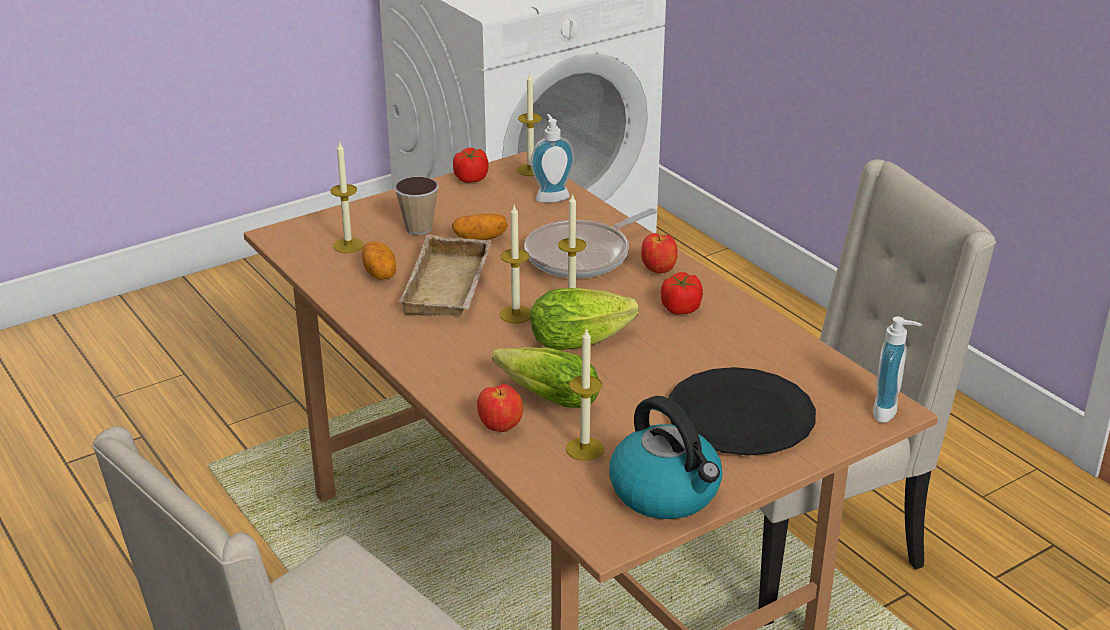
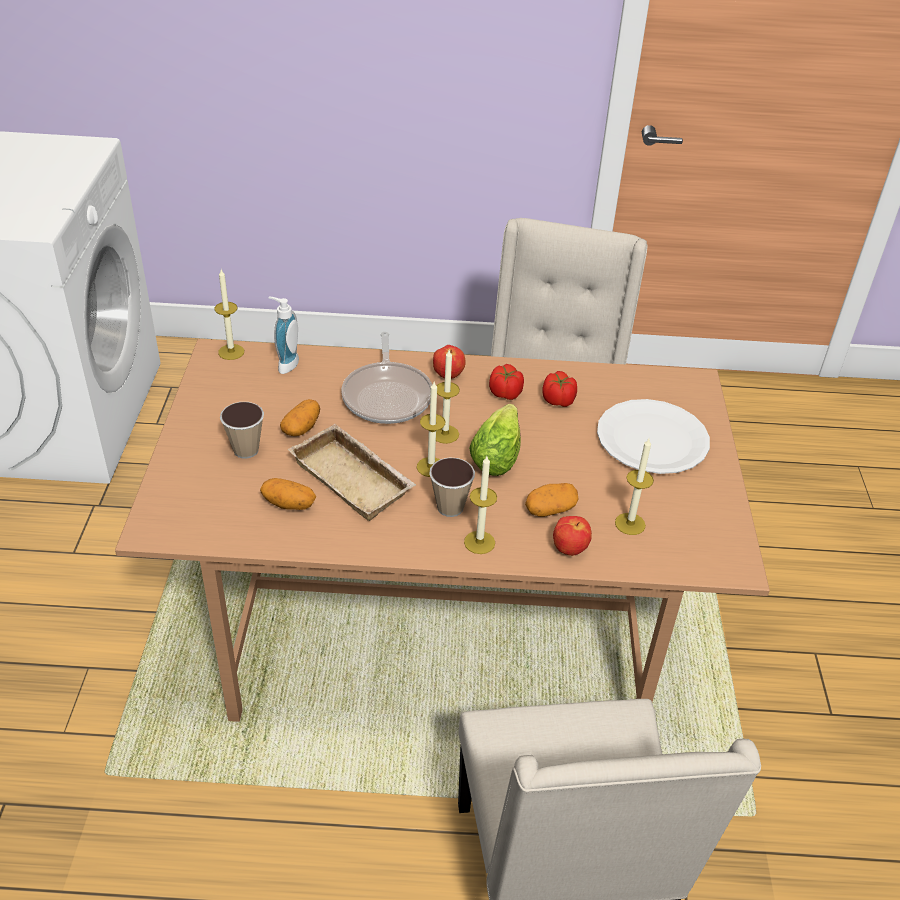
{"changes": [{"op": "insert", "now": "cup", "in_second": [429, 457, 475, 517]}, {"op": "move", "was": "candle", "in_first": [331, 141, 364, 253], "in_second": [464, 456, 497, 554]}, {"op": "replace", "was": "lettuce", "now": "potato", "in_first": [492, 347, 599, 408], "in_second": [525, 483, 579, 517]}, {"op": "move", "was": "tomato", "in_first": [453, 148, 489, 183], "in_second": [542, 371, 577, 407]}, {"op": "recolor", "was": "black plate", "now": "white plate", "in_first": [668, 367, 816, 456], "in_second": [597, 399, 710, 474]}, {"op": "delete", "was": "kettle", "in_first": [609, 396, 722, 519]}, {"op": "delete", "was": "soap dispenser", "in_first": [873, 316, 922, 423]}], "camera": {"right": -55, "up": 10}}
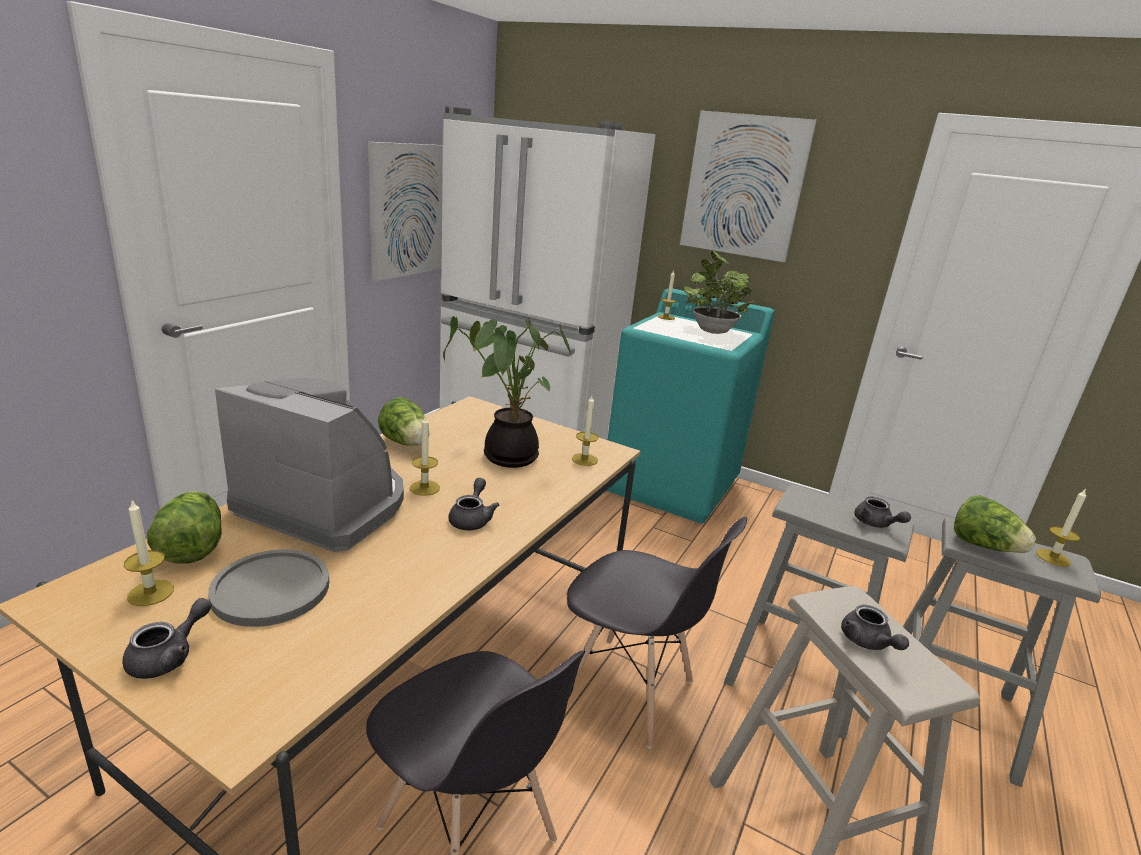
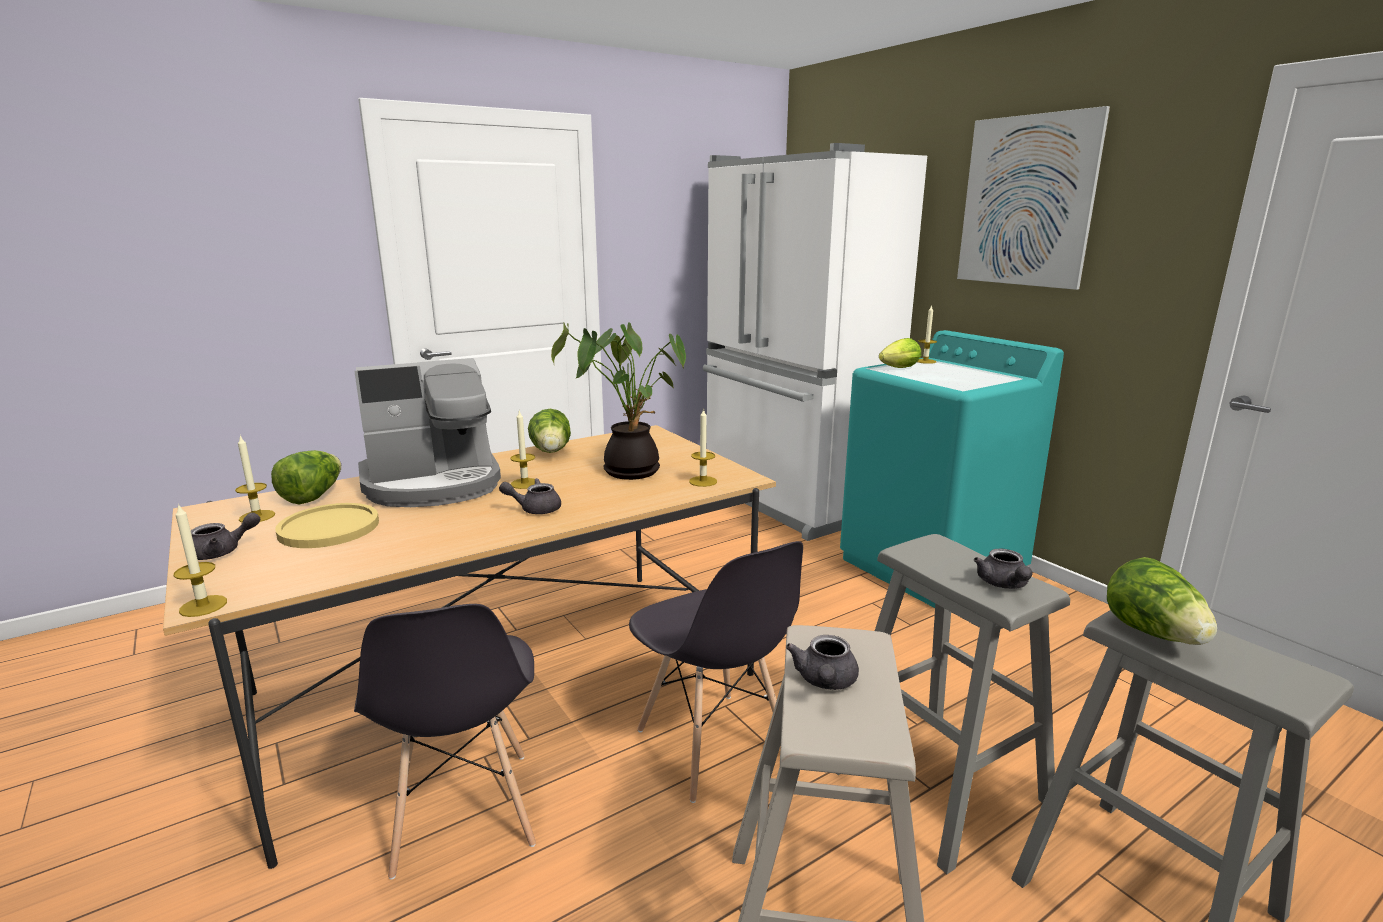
{"changes": [{"op": "move", "was": "candle", "in_first": [1036, 488, 1086, 567], "in_second": [173, 503, 227, 617]}, {"op": "recolor", "was": "grey plate", "now": "yellow plate", "in_first": [208, 549, 329, 627], "in_second": [275, 503, 379, 548]}, {"op": "rotate", "was": "coffee machine", "in_first": [215, 378, 404, 552], "in_second": [354, 358, 501, 507], "clockwise": 105}, {"op": "rotate", "was": "grey teapot", "in_first": [448, 478, 499, 530], "in_second": [499, 478, 561, 514], "clockwise": -135}, {"op": "insert", "now": "lettuce", "in_second": [879, 338, 921, 368]}, {"op": "delete", "was": "picture", "in_first": [368, 142, 443, 282]}, {"op": "delete", "was": "potted plant", "in_first": [684, 251, 755, 334]}], "camera": {"right": 30, "up": -5}}
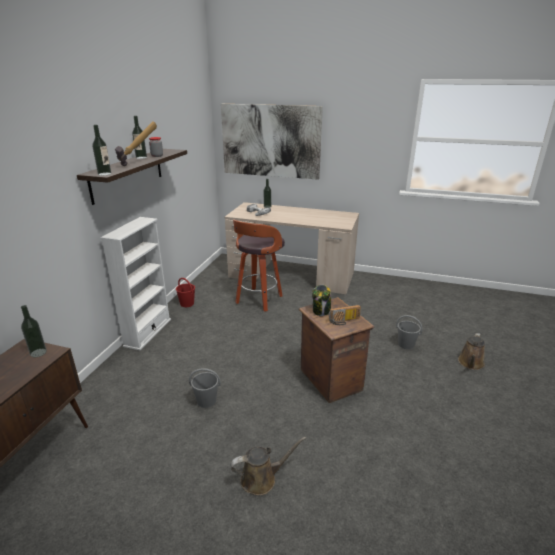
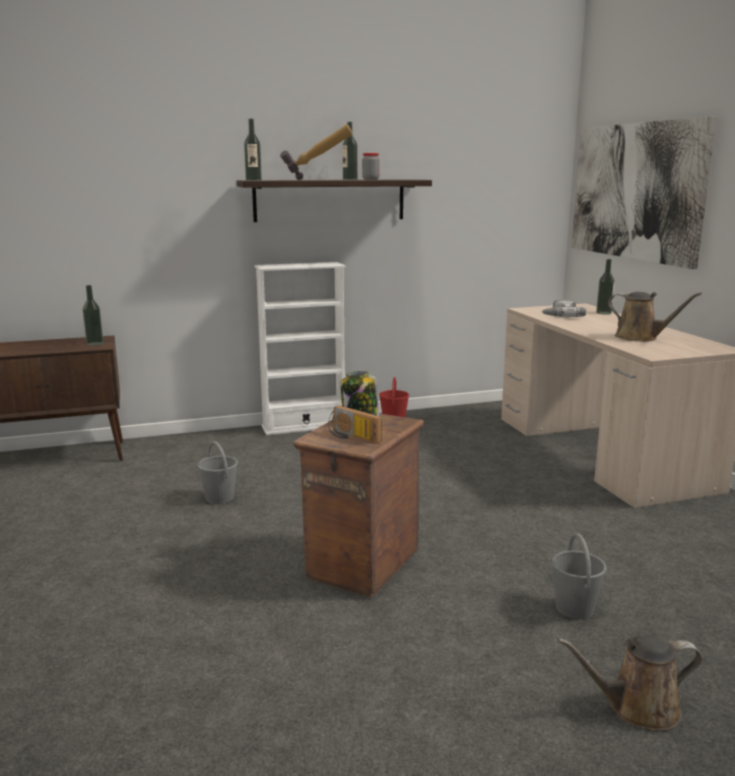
{"changes": [{"op": "move", "was": "brown watering can", "in_first": [231, 437, 306, 495], "in_second": [608, 292, 702, 342]}, {"op": "delete", "was": "stool", "in_first": [233, 219, 285, 312]}], "camera": {"right": 55, "up": -10}}
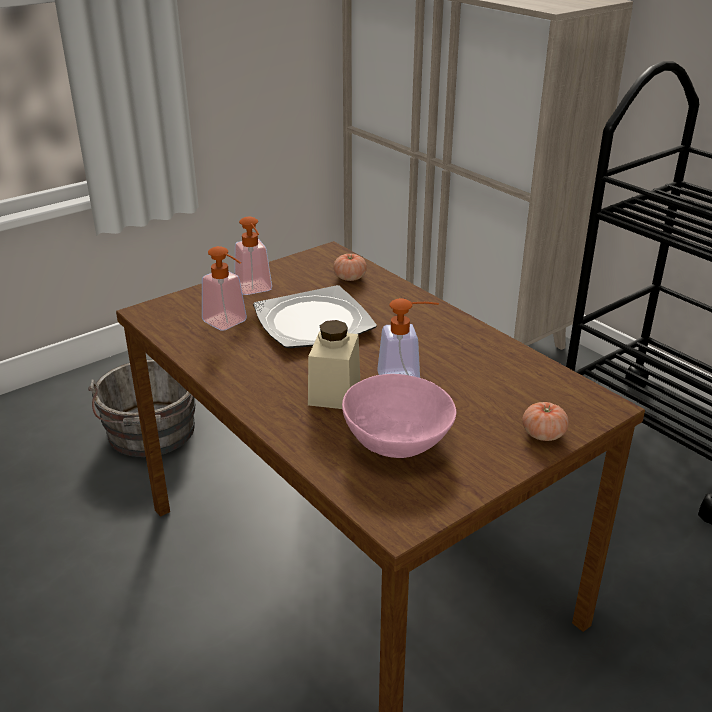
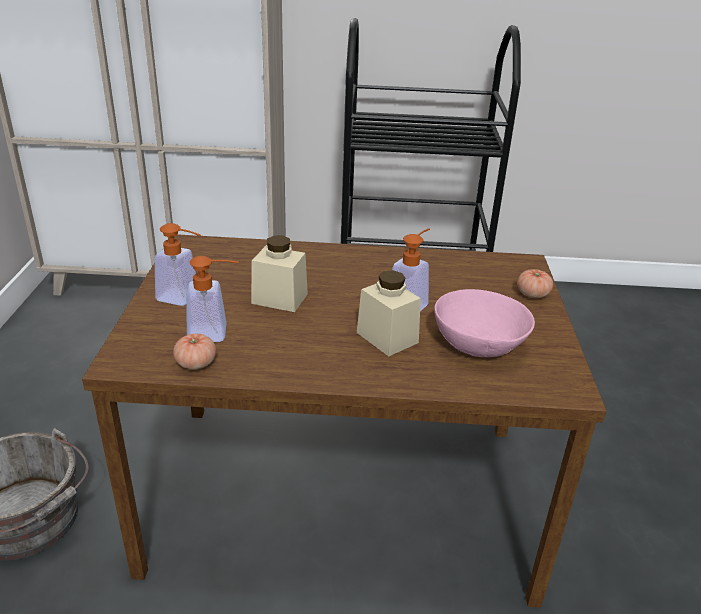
{"changes": [{"op": "move", "was": "tomato", "in_first": [333, 254, 367, 281], "in_second": [173, 334, 216, 370]}, {"op": "replace", "was": "plate", "now": "beige jar", "in_first": [253, 285, 377, 348], "in_second": [251, 236, 308, 312]}], "camera": {"right": -50, "up": 0}}
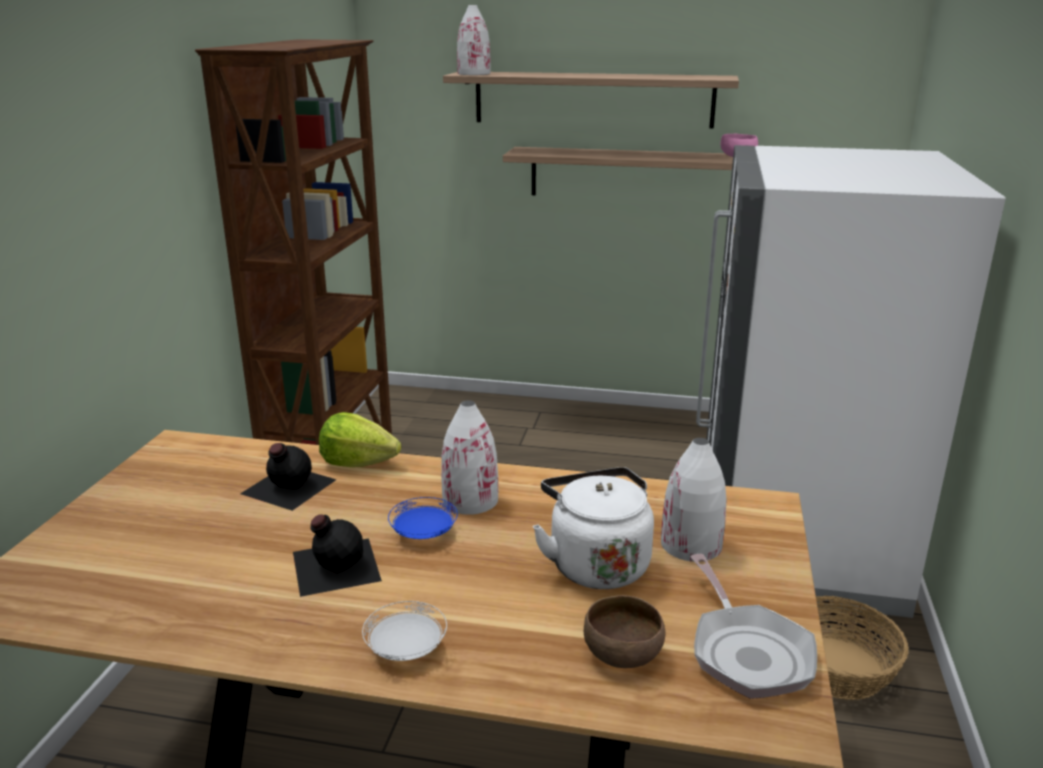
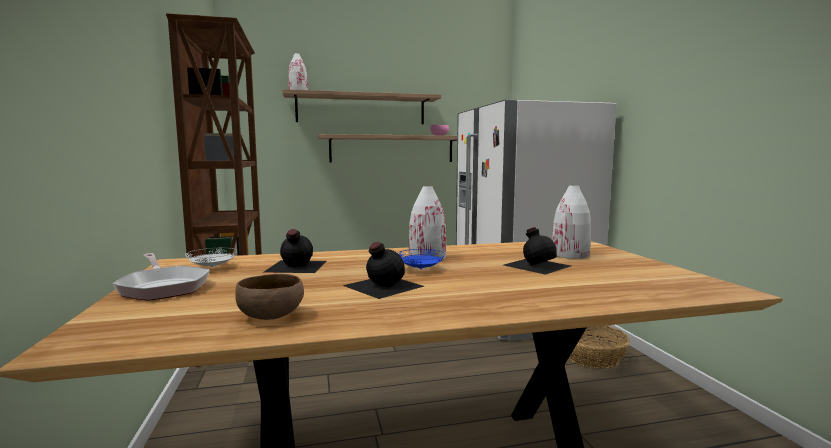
{"changes": [{"op": "move", "was": "frying pan", "in_first": [690, 554, 817, 699], "in_second": [112, 253, 210, 301]}, {"op": "move", "was": "white plate", "in_first": [362, 601, 447, 661], "in_second": [185, 248, 237, 268]}, {"op": "move", "was": "brown bowl", "in_first": [584, 595, 666, 668], "in_second": [235, 274, 304, 320]}, {"op": "replace", "was": "white kettle", "now": "black bottle", "in_first": [533, 467, 654, 589], "in_second": [504, 227, 571, 275]}, {"op": "delete", "was": "lettuce", "in_first": [319, 412, 401, 467]}], "camera": {"right": -25, "up": -15}}
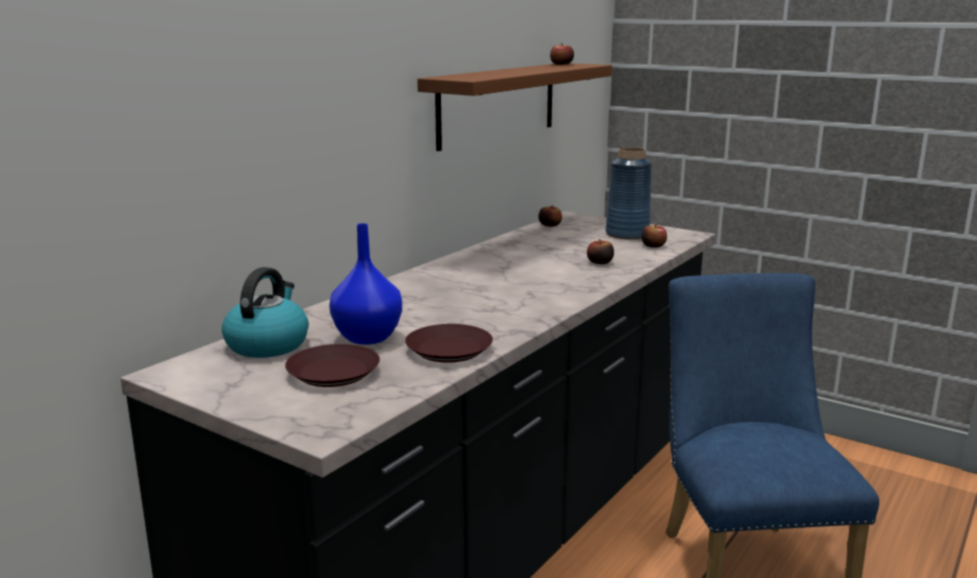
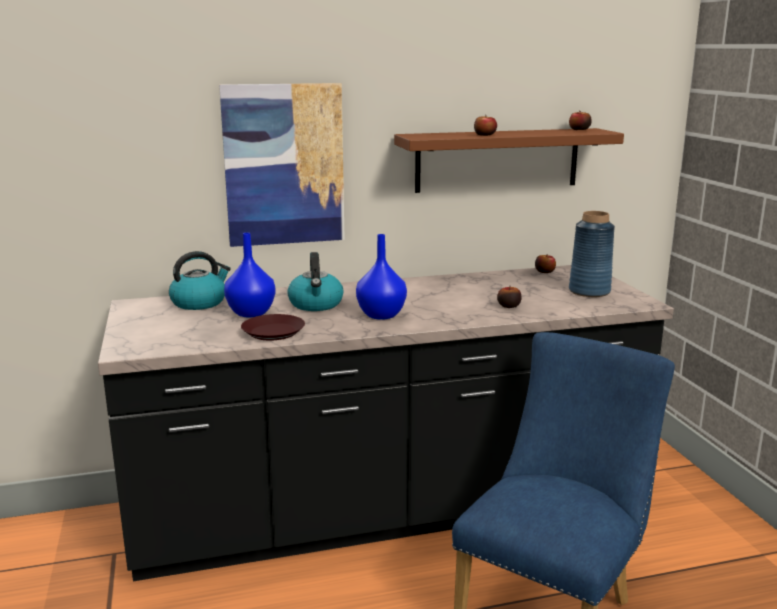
{"changes": [{"op": "insert", "now": "picture", "in_second": [219, 83, 345, 247]}, {"op": "insert", "now": "kettle", "in_second": [287, 252, 344, 311]}, {"op": "insert", "now": "blue vase", "in_second": [356, 234, 407, 320]}, {"op": "move", "was": "apple", "in_first": [641, 225, 667, 248], "in_second": [474, 115, 497, 136]}, {"op": "delete", "was": "brown plate", "in_first": [285, 344, 380, 387]}], "camera": {"right": 40, "up": 0}}
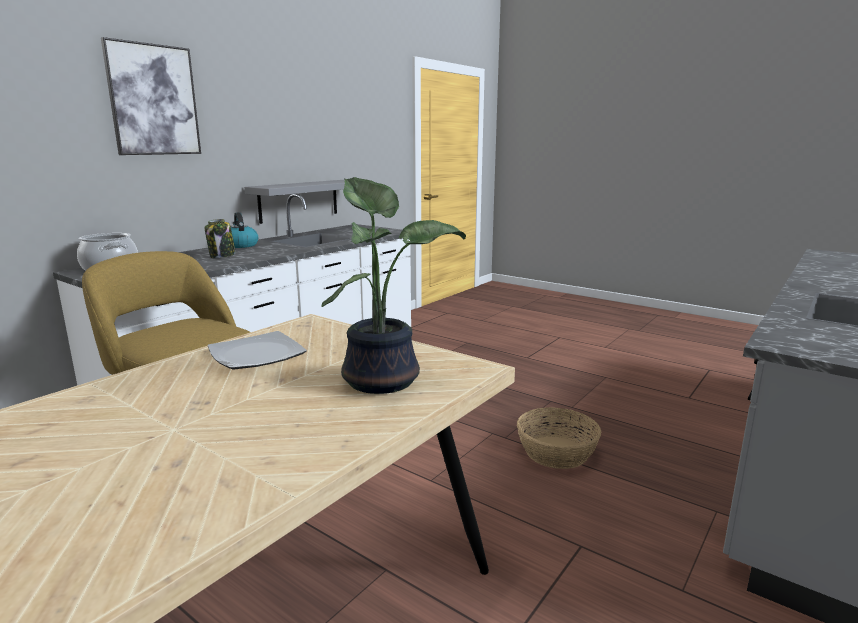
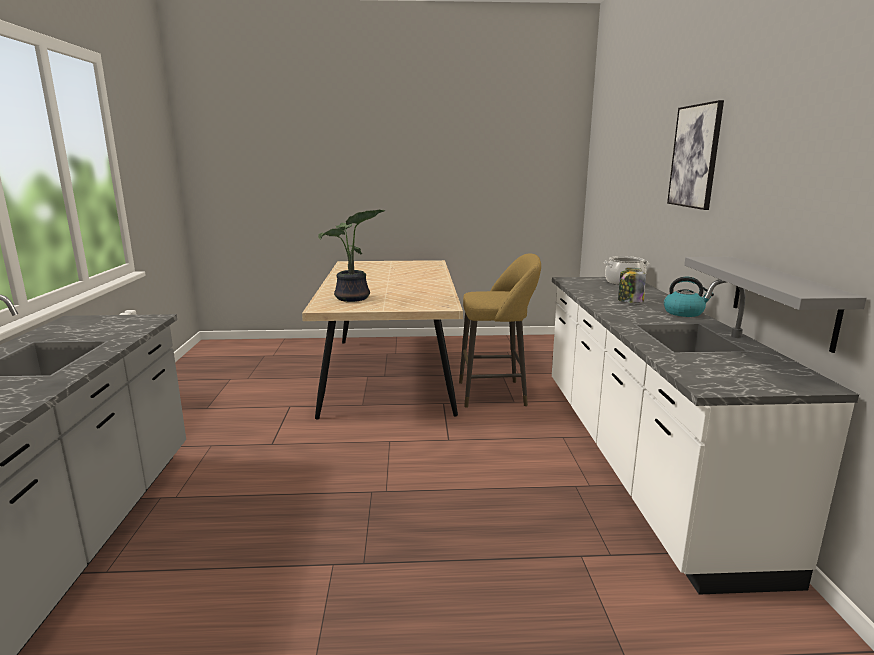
{"changes": [{"op": "delete", "was": "plate", "in_first": [208, 331, 307, 369]}, {"op": "delete", "was": "basket", "in_first": [517, 407, 602, 469]}], "camera": {"right": 140, "up": 0}}
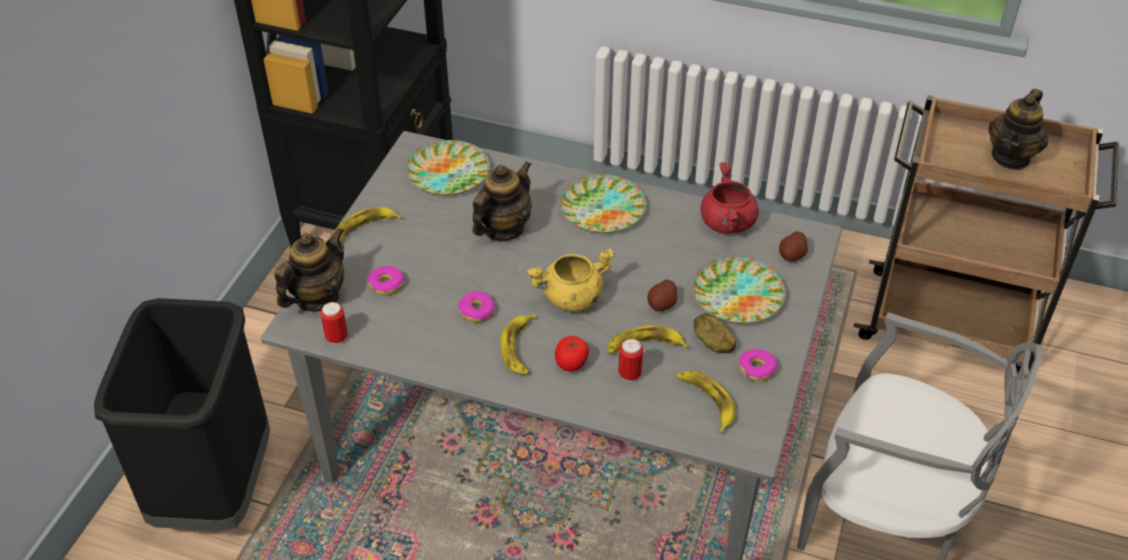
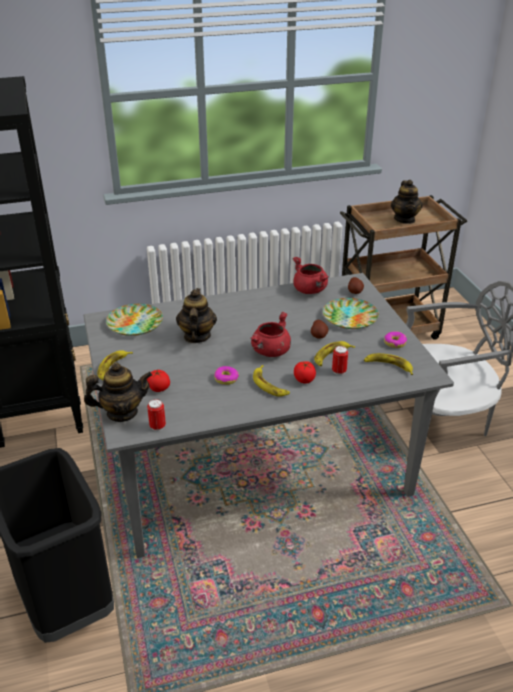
{"changes": [{"op": "rotate", "was": "teapot", "in_first": [275, 227, 344, 312], "in_second": [84, 363, 152, 422], "clockwise": 75}, {"op": "replace", "was": "donut", "now": "tomato", "in_first": [368, 266, 405, 295], "in_second": [147, 370, 170, 392]}, {"op": "recolor", "was": "yellow cooking pot", "now": "red cooking pot", "in_first": [527, 248, 615, 312], "in_second": [250, 312, 291, 357]}, {"op": "delete", "was": "plate", "in_first": [560, 174, 646, 233]}, {"op": "delete", "was": "potato", "in_first": [693, 313, 736, 353]}], "camera": {"right": -35, "up": -10}}
